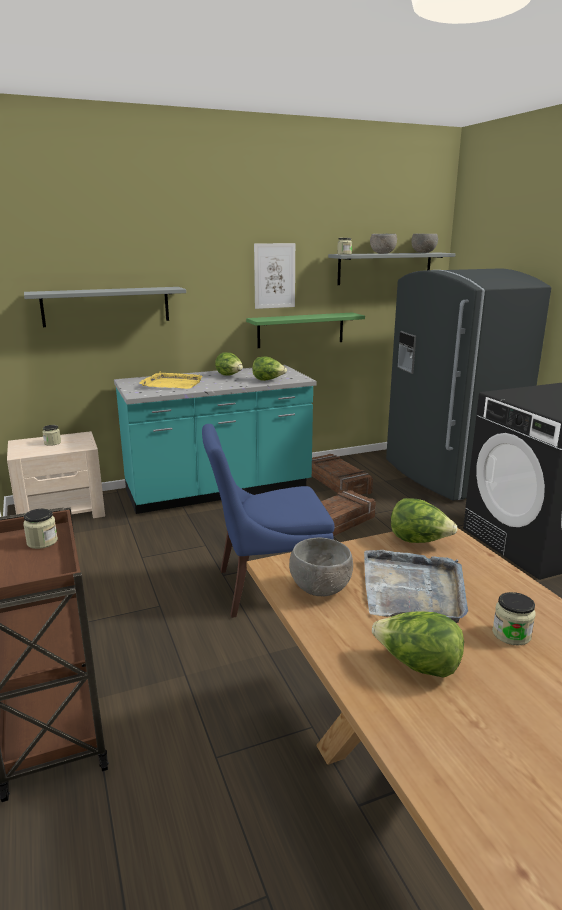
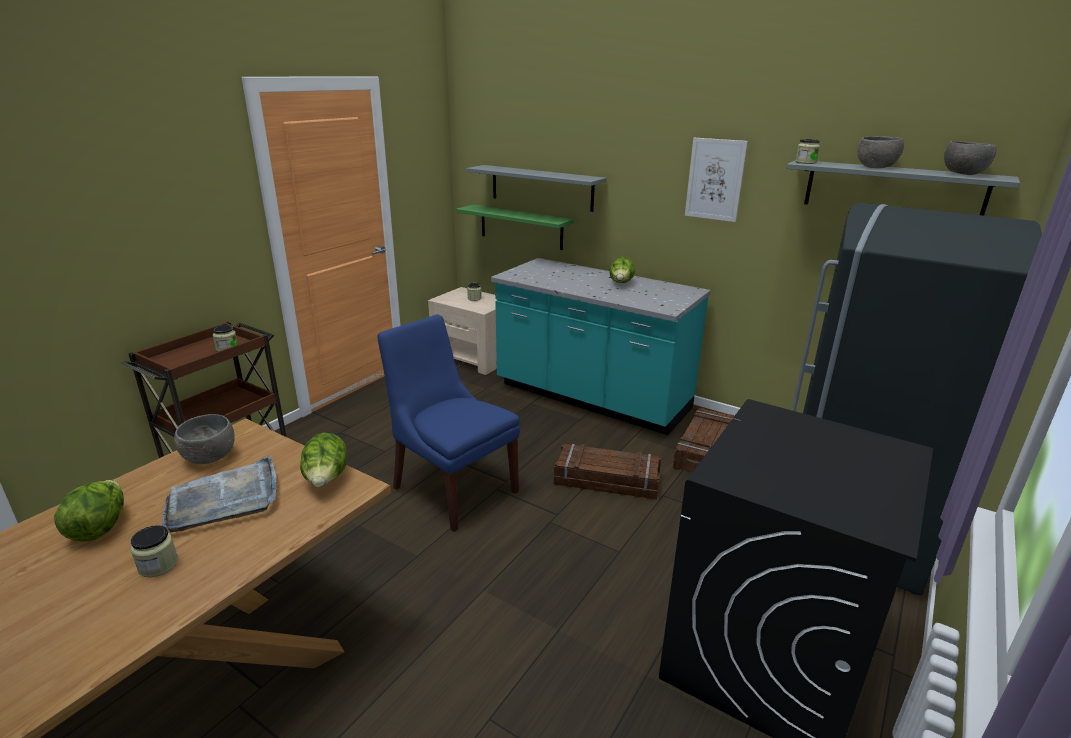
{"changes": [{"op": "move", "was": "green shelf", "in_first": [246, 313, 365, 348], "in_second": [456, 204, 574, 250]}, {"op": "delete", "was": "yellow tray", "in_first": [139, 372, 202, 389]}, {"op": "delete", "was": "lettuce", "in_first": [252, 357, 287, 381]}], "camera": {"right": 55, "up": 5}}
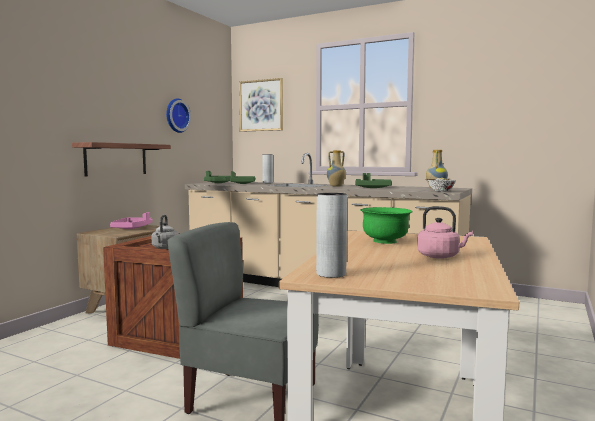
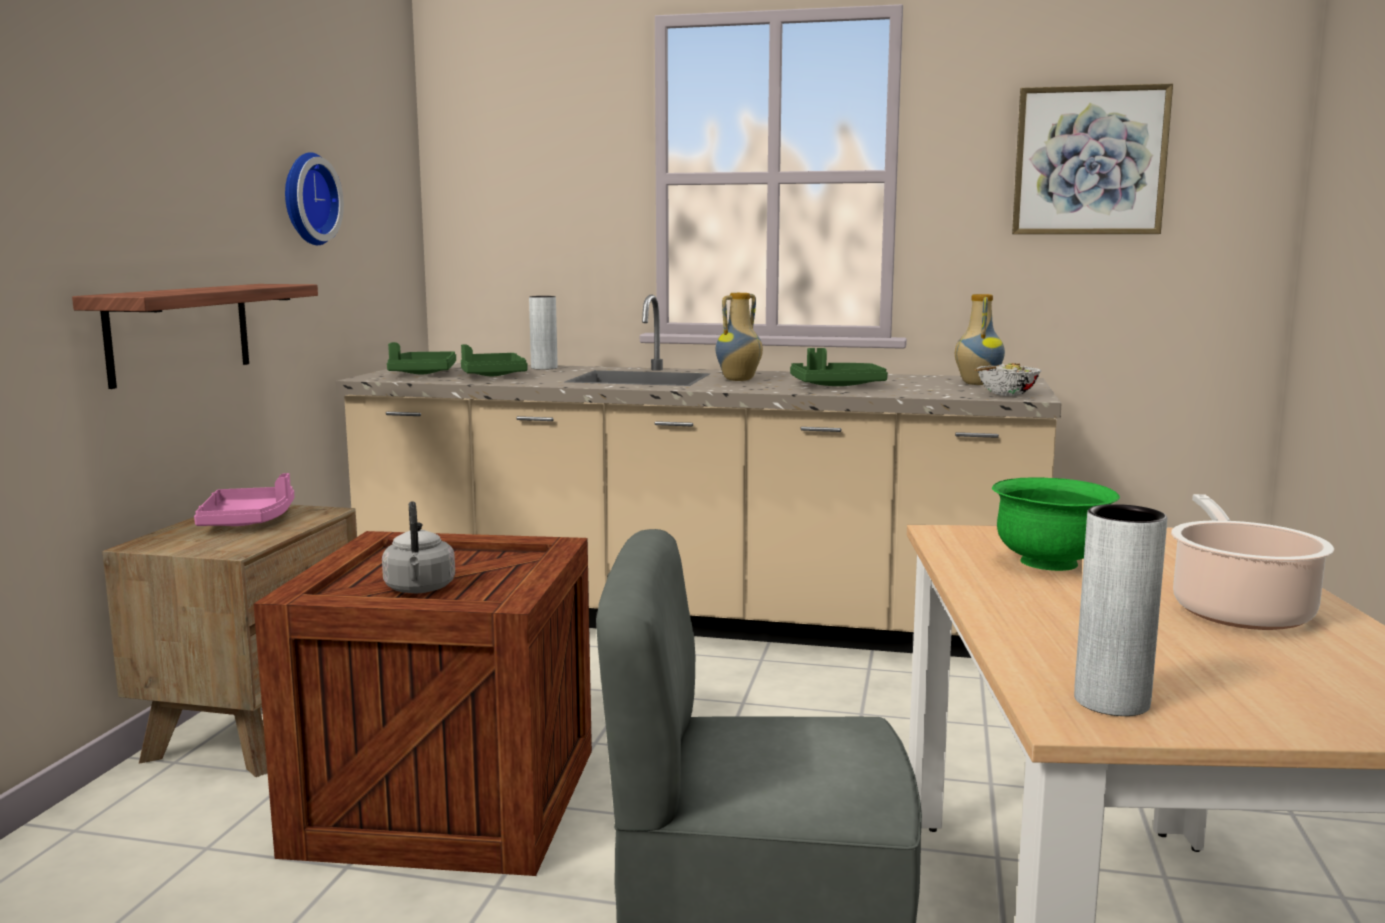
{"changes": [{"op": "move", "was": "picture", "in_first": [239, 78, 283, 132], "in_second": [1012, 83, 1173, 234]}, {"op": "replace", "was": "pink kettle", "now": "cooking pot", "in_first": [417, 206, 473, 259], "in_second": [1171, 494, 1334, 630]}], "camera": {"right": -15, "up": 5}}
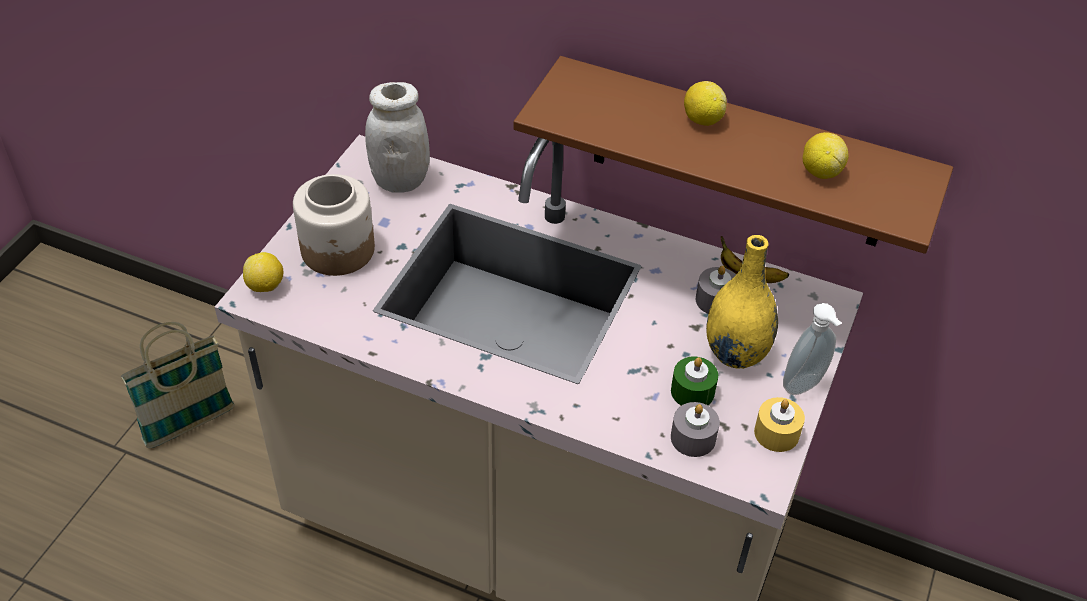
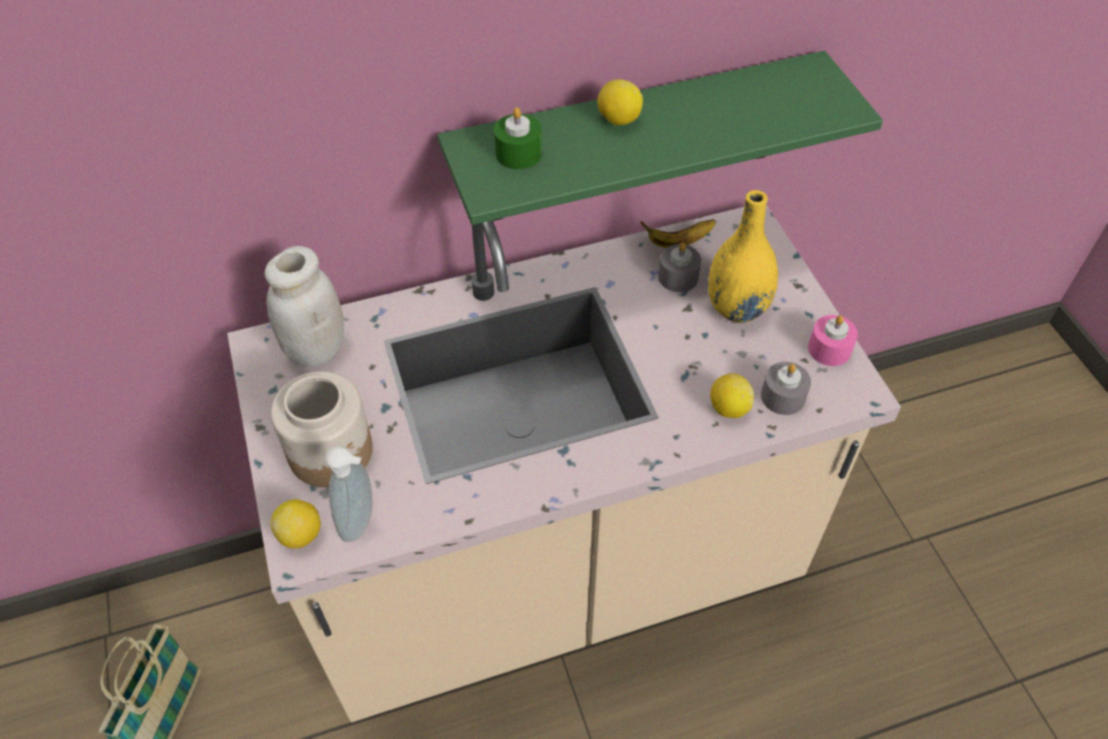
{"changes": [{"op": "move", "was": "soap dispenser", "in_first": [783, 303, 841, 395], "in_second": [325, 446, 372, 542]}, {"op": "recolor", "was": "brown shelf", "now": "green shelf", "in_first": [513, 56, 953, 254], "in_second": [438, 51, 883, 225]}, {"op": "move", "was": "green candle", "in_first": [671, 357, 718, 406], "in_second": [494, 107, 542, 169]}, {"op": "move", "was": "lemon", "in_first": [803, 132, 849, 179], "in_second": [710, 373, 754, 418]}, {"op": "recolor", "was": "yellow candle", "now": "pink candle", "in_first": [754, 397, 805, 452], "in_second": [808, 315, 858, 366]}], "camera": {"right": -40, "up": 5}}
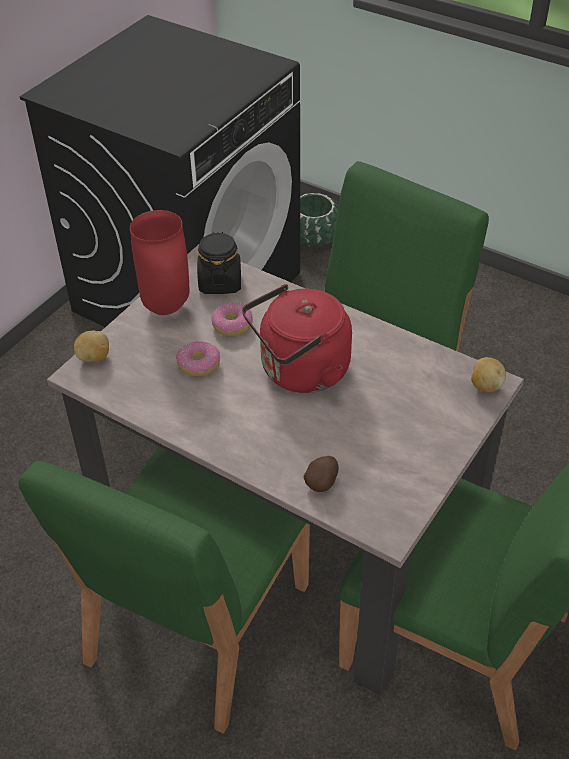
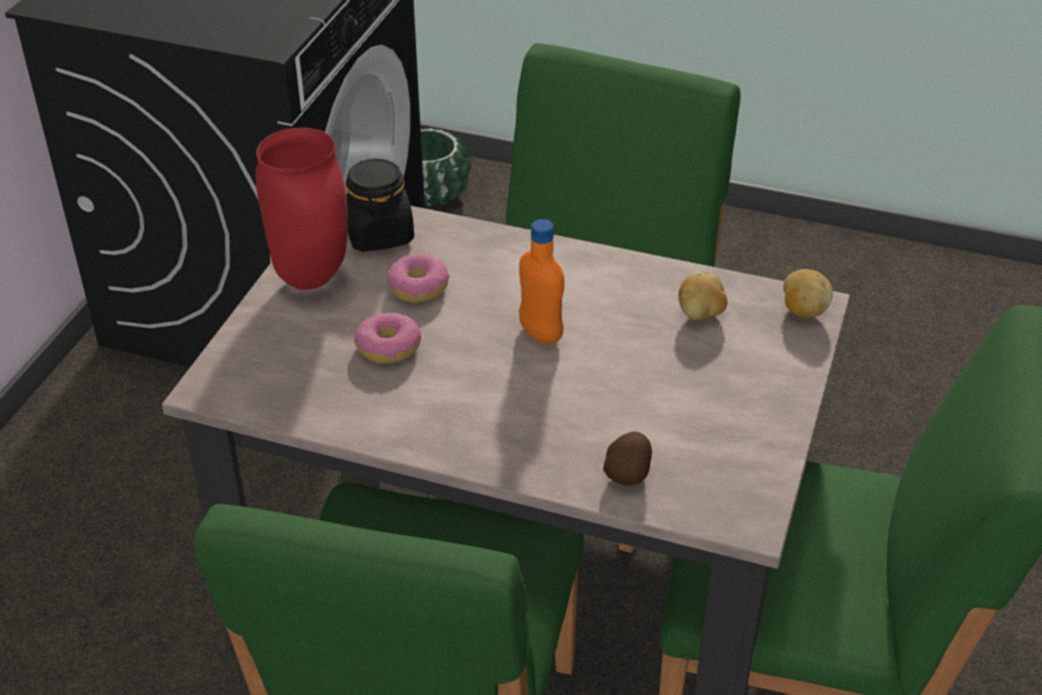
{"changes": [{"op": "replace", "was": "red kettle", "now": "orange bottle", "in_first": [242, 284, 352, 393], "in_second": [519, 219, 564, 345]}, {"op": "move", "was": "potato", "in_first": [74, 331, 109, 362], "in_second": [678, 273, 727, 320]}], "camera": {"right": -15, "up": -5}}
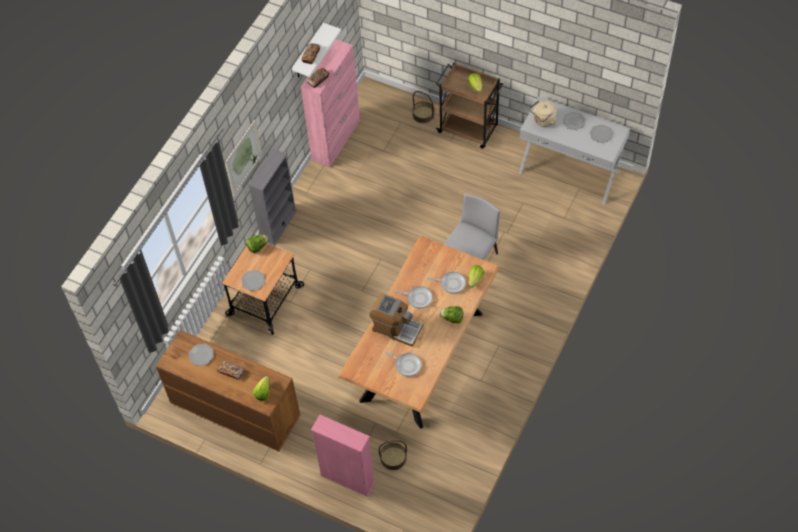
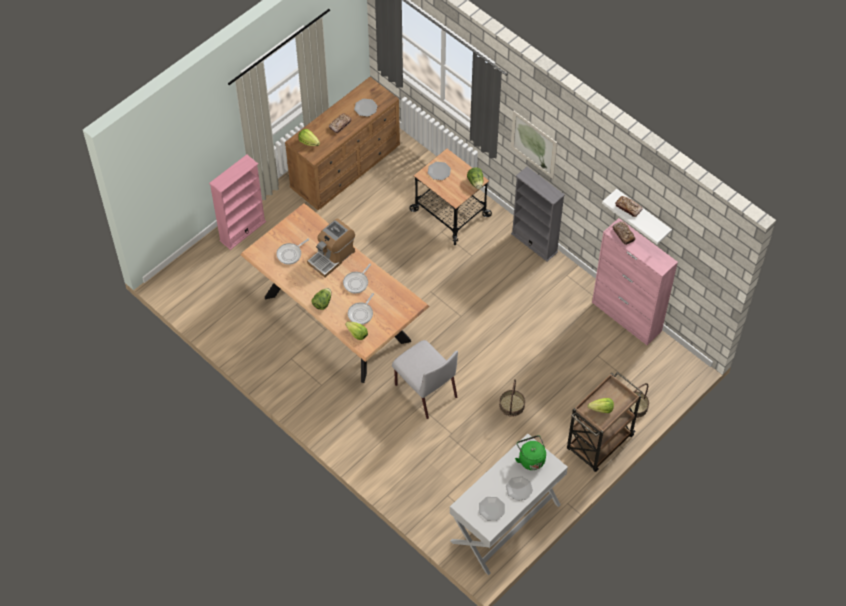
{"changes": [{"op": "move", "was": "basket", "in_first": [378, 440, 407, 470], "in_second": [499, 379, 525, 417]}, {"op": "recolor", "was": "beige kettle", "now": "green kettle", "in_first": [529, 101, 557, 127], "in_second": [515, 435, 546, 470]}], "camera": {"right": 105, "up": 0}}
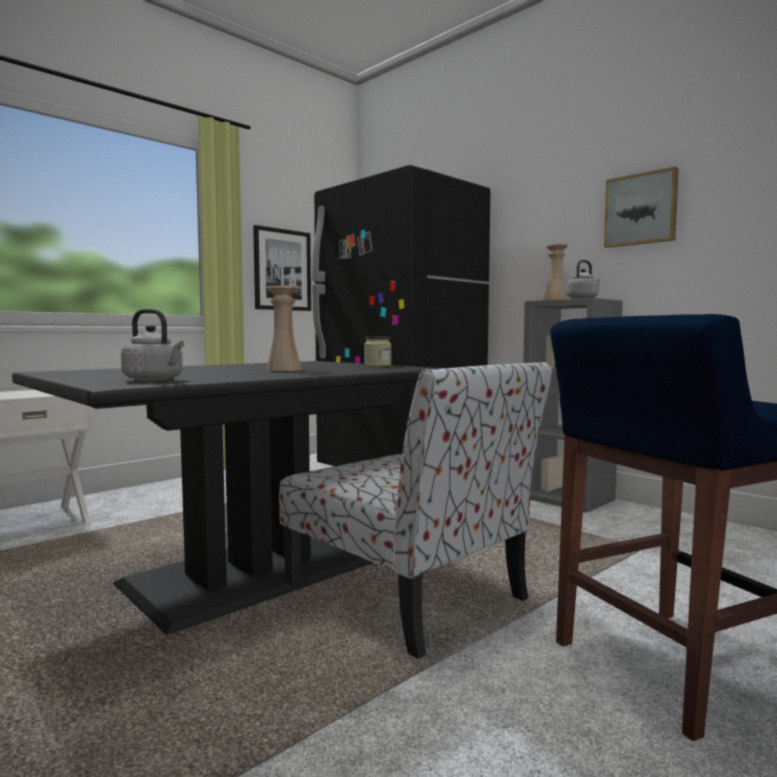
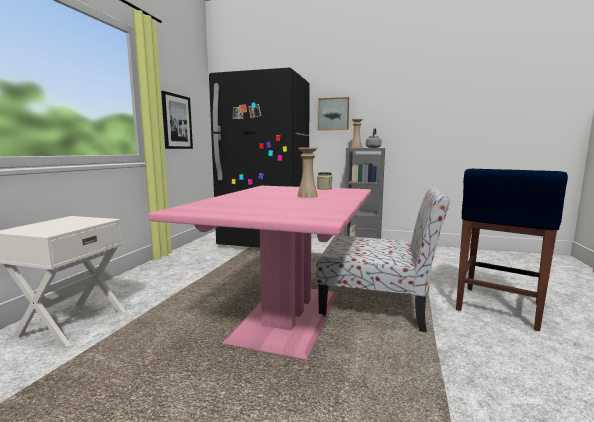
{"changes": [{"op": "recolor", "was": "black dining table", "now": "pink dining table", "in_first": [12, 361, 442, 635], "in_second": [148, 186, 371, 360]}, {"op": "move", "was": "picture", "in_first": [604, 167, 679, 248], "in_second": [318, 97, 349, 130]}, {"op": "delete", "was": "grey kettle", "in_first": [121, 309, 184, 381]}], "camera": {"right": -30, "up": 5}}
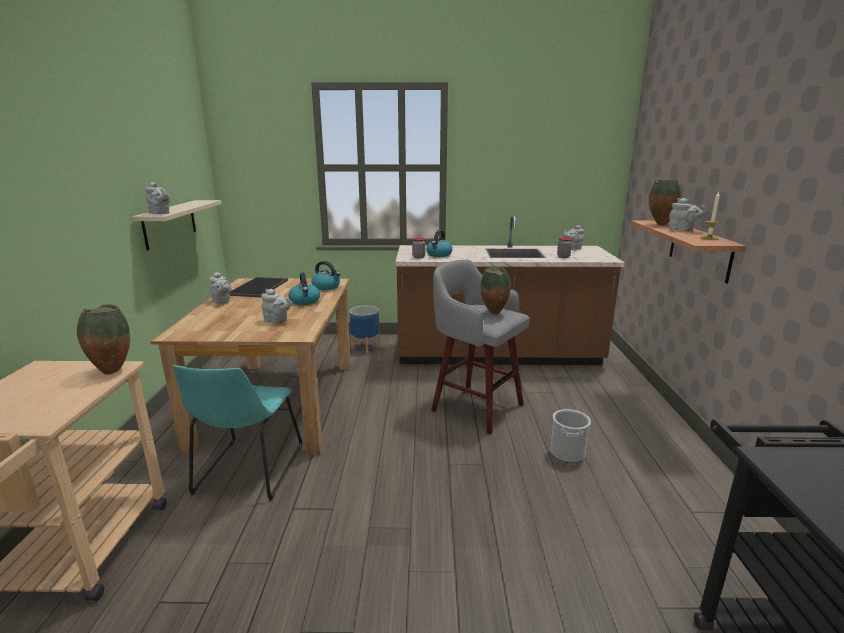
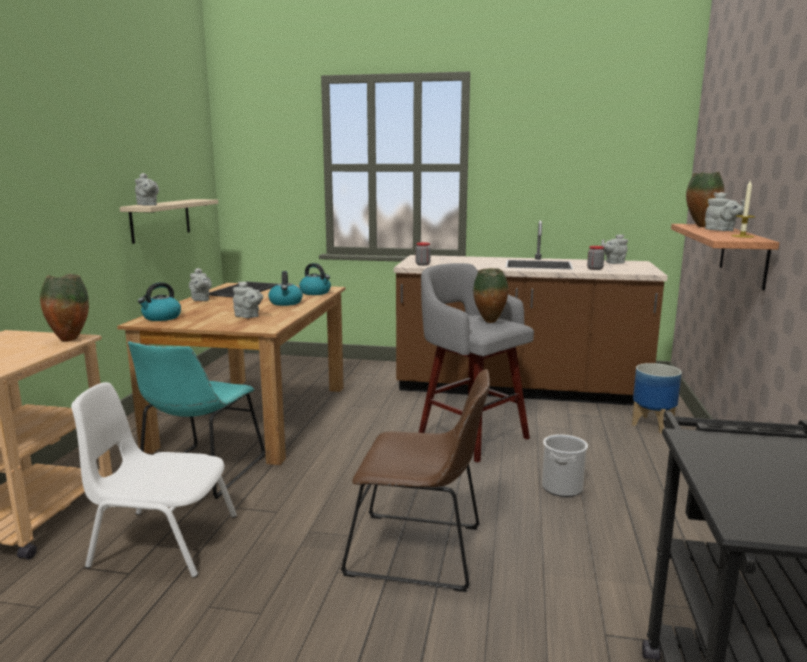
{"changes": [{"op": "insert", "now": "white chair", "in_second": [71, 382, 237, 578]}, {"op": "move", "was": "kettle", "in_first": [426, 230, 452, 257], "in_second": [138, 282, 181, 321]}, {"op": "insert", "now": "brown chair", "in_second": [341, 369, 490, 592]}, {"op": "move", "was": "planter", "in_first": [349, 306, 380, 354], "in_second": [632, 363, 682, 433]}], "camera": {"right": 10, "up": -5}}
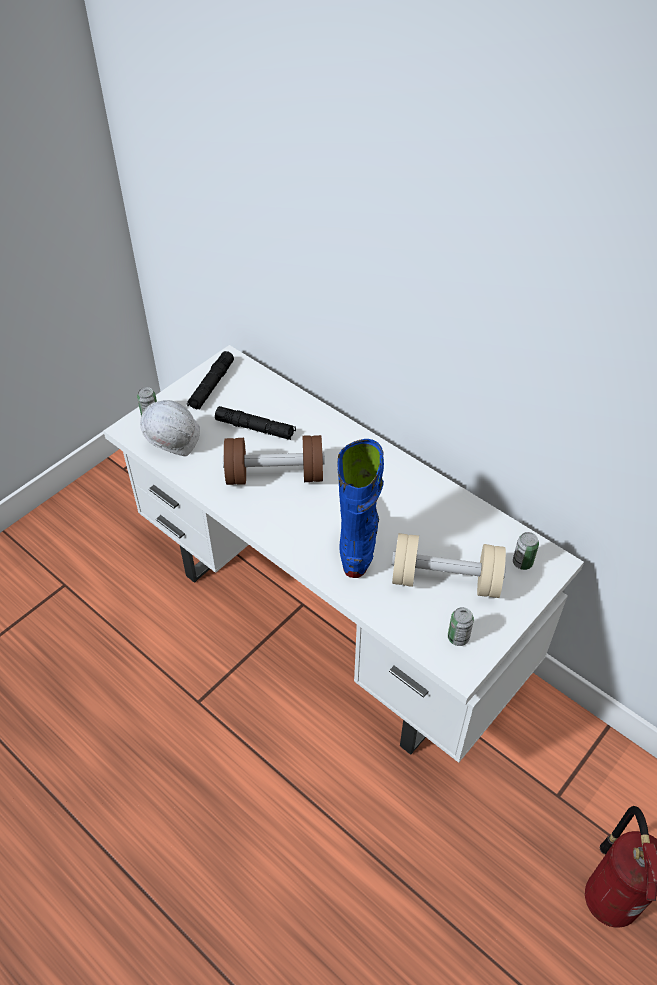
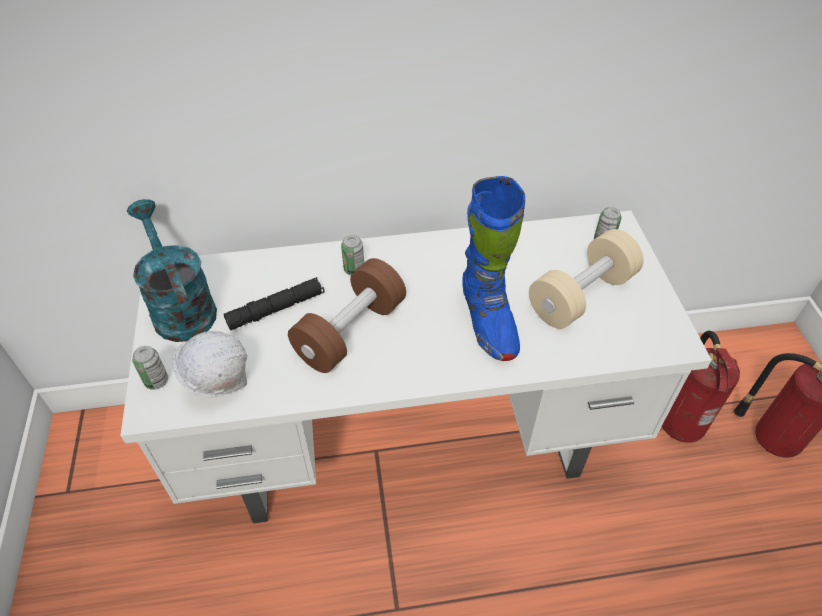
{"changes": [{"op": "replace", "was": "black flashlight", "now": "turquoise watering can", "in_first": [187, 351, 234, 409], "in_second": [127, 199, 217, 342]}, {"op": "move", "was": "can", "in_first": [448, 607, 474, 646], "in_second": [341, 235, 364, 275]}, {"op": "rotate", "was": "blue boot", "in_first": [337, 439, 384, 578], "in_second": [462, 176, 525, 361], "clockwise": -150}, {"op": "insert", "now": "fire extinguisher", "in_second": [662, 331, 740, 443]}], "camera": {"right": -50, "up": 0}}
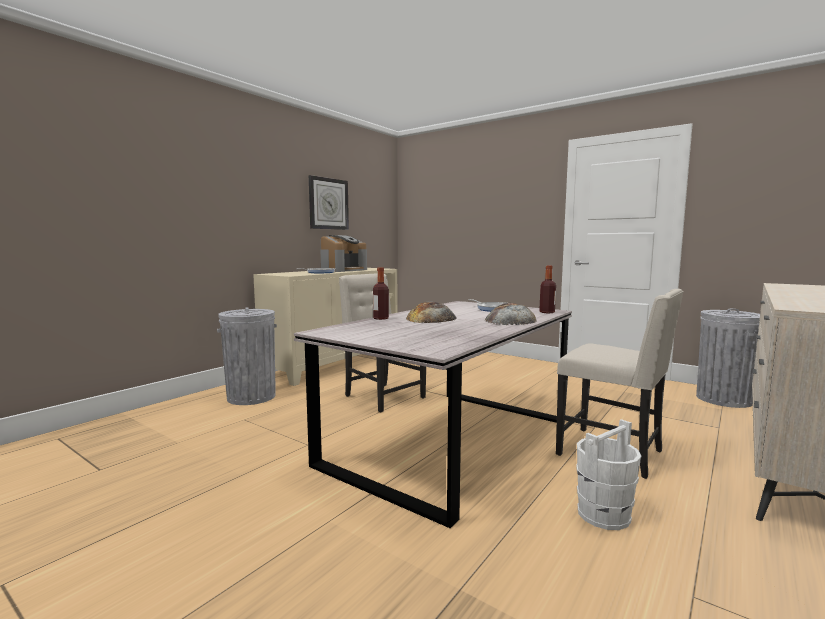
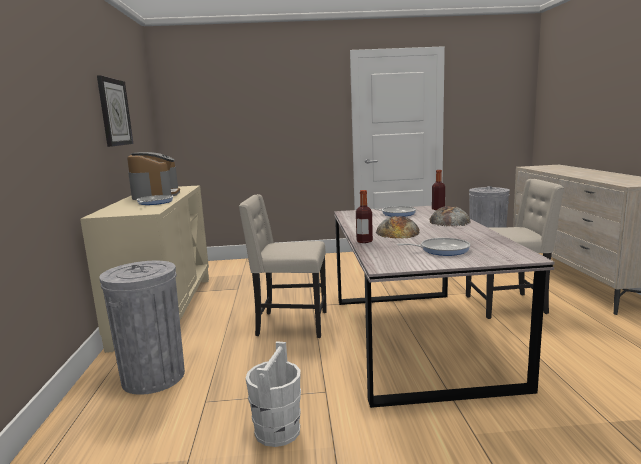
{"changes": [{"op": "move", "was": "white bucket", "in_first": [576, 419, 641, 530], "in_second": [245, 341, 301, 447]}, {"op": "insert", "now": "frying pan", "in_second": [397, 238, 470, 256]}], "camera": {"right": -40, "up": 5}}
